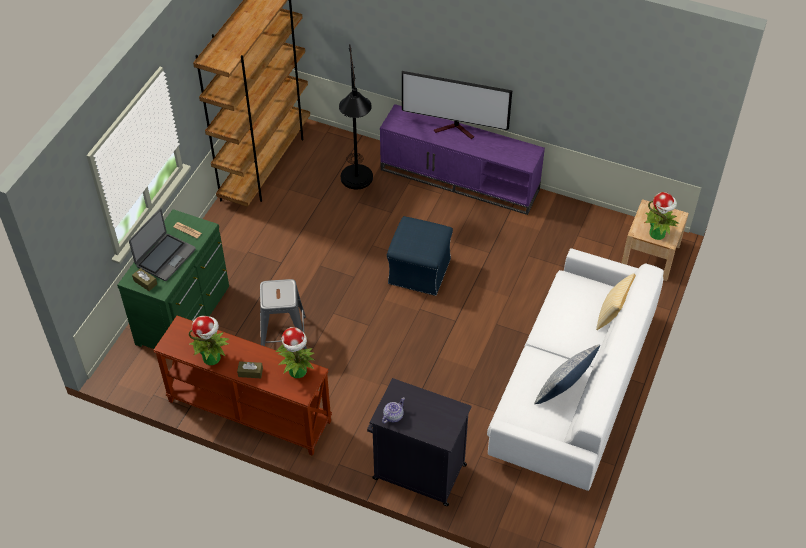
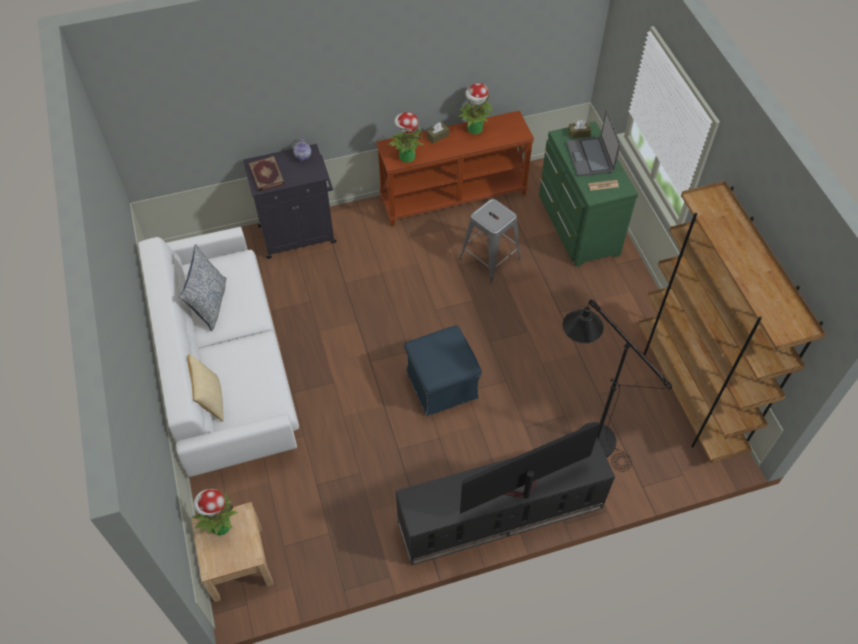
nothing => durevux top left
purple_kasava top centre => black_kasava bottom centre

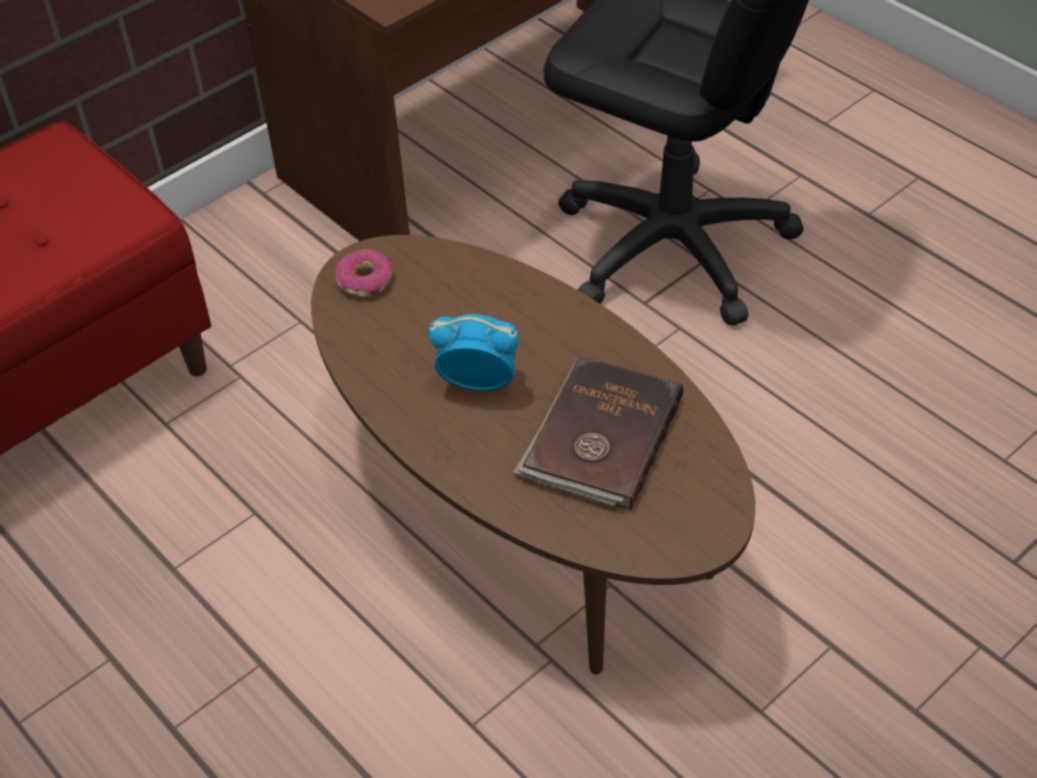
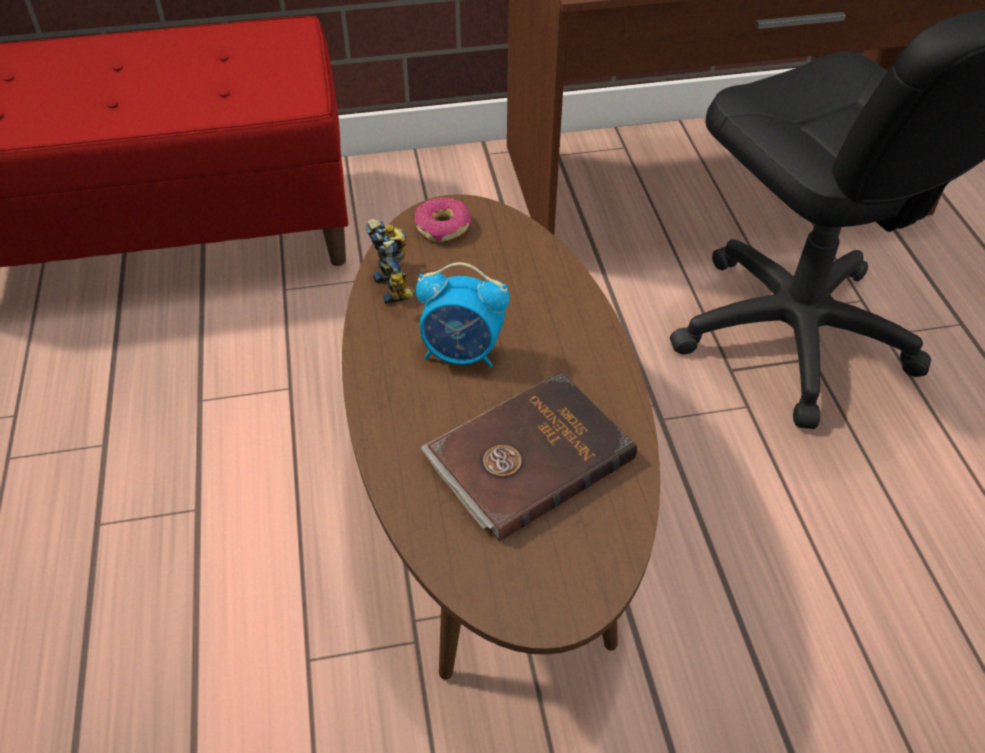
nothing => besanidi centre
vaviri centre, 150 degrees clockwise

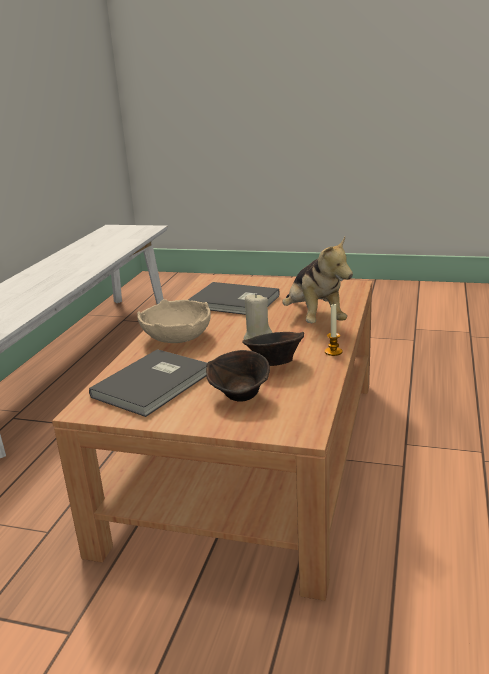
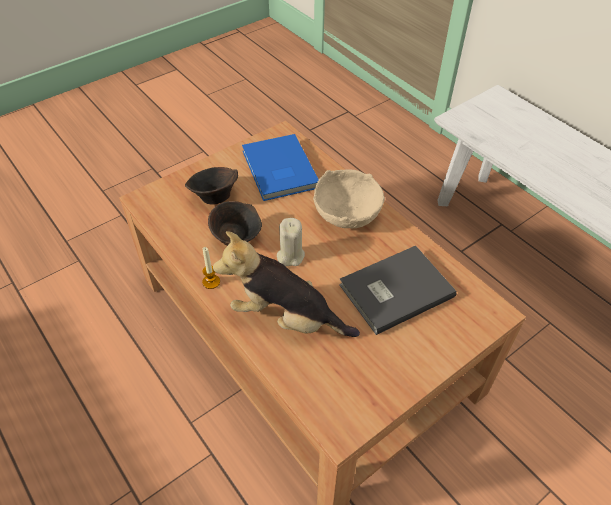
grey_durevux (1st from left) middle left => blue_durevux top centre

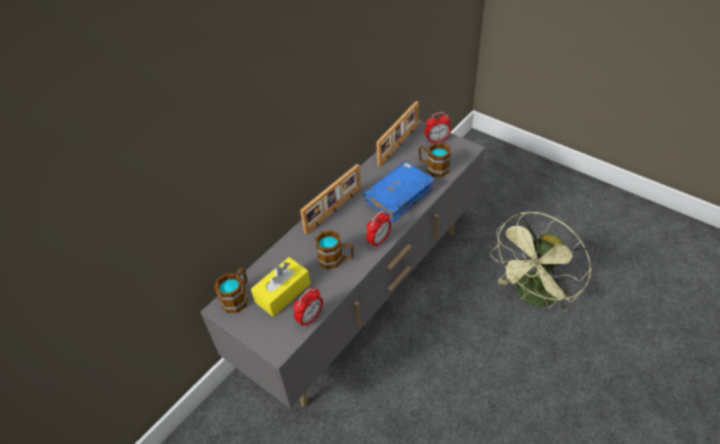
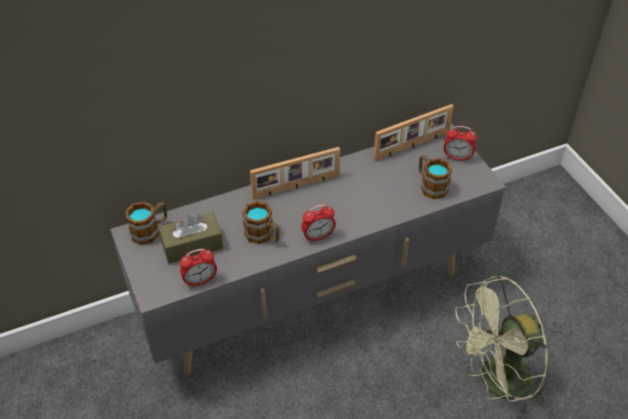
blue_durevux centre => nothing
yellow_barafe centre => brown_barafe middle left

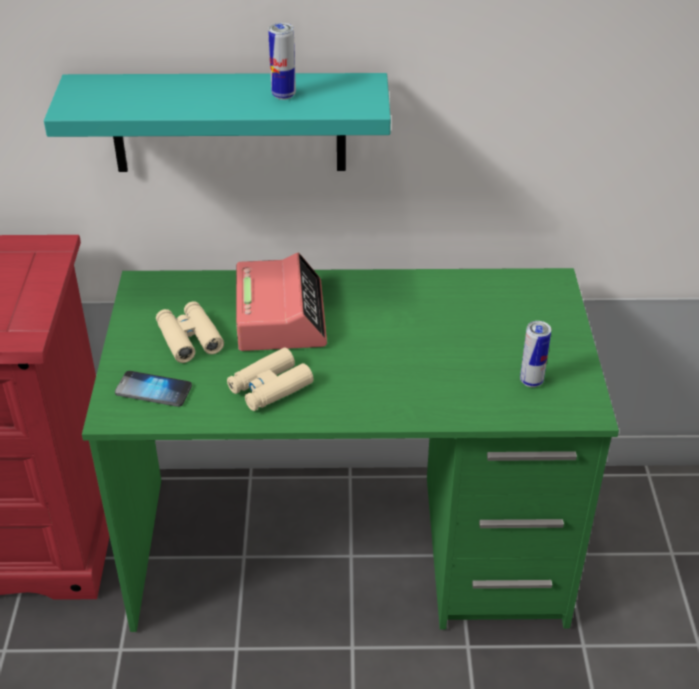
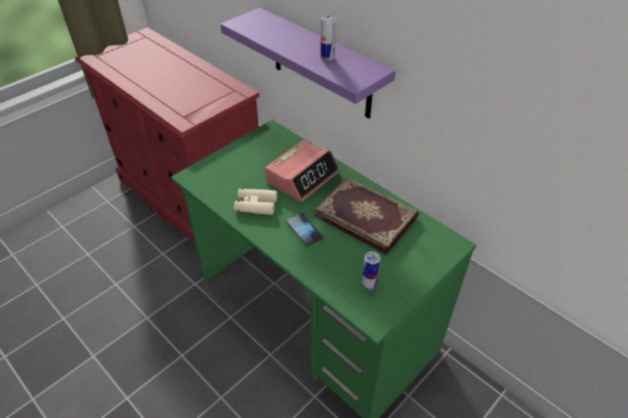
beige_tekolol (1st from left) middle left => nothing
nothing => durevux centre
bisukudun middle left => bisukudun centre, moved
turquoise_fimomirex top left => purple_fimomirex top centre

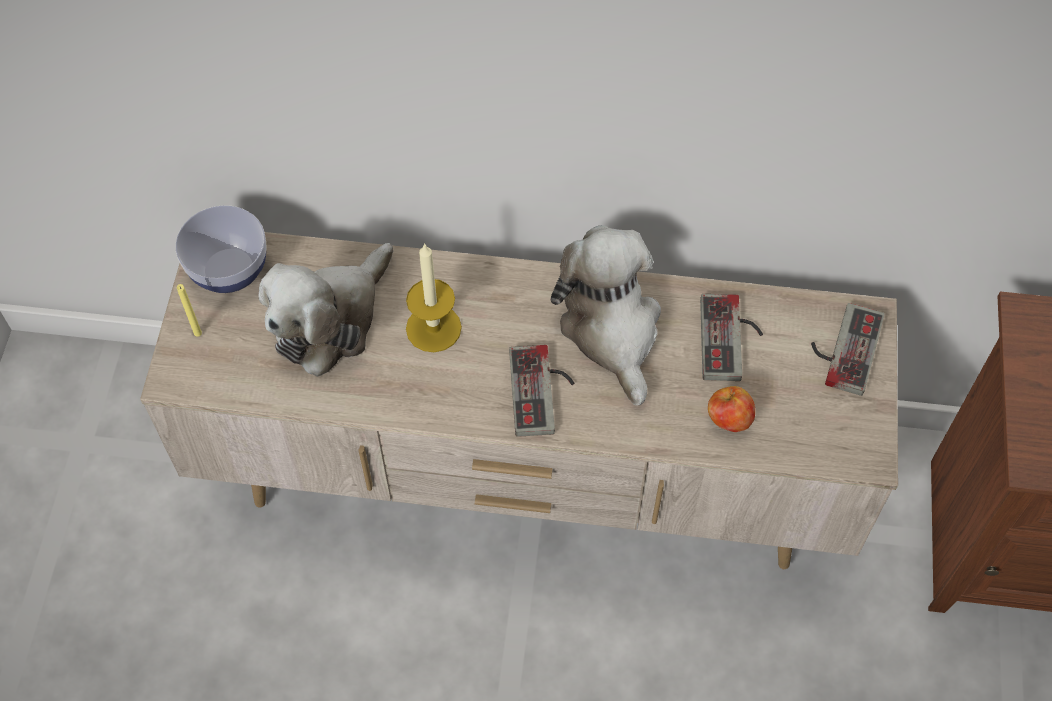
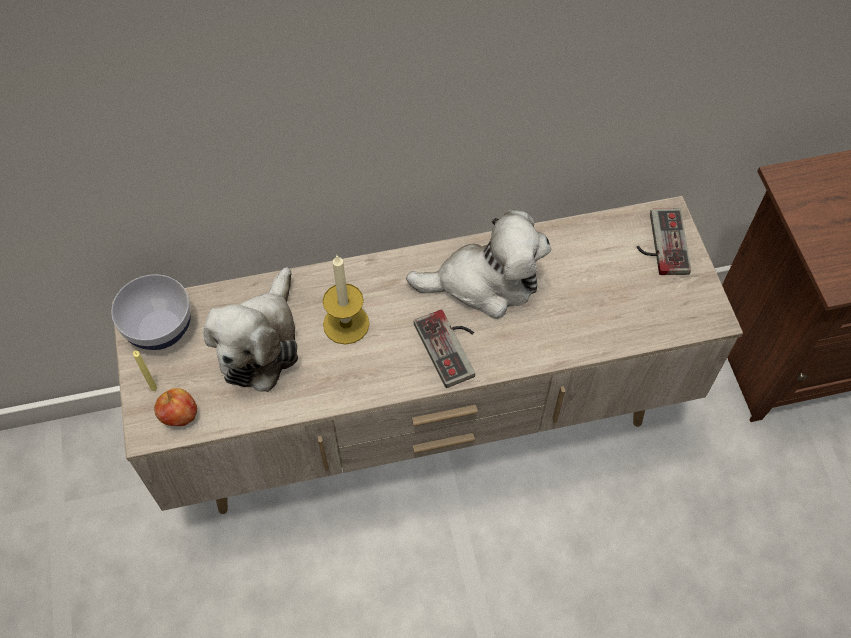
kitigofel (2nd from left) middle right => nothing
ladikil middle right => ladikil middle left, moved
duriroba (2nd from left) centre, 120 degrees clockwise

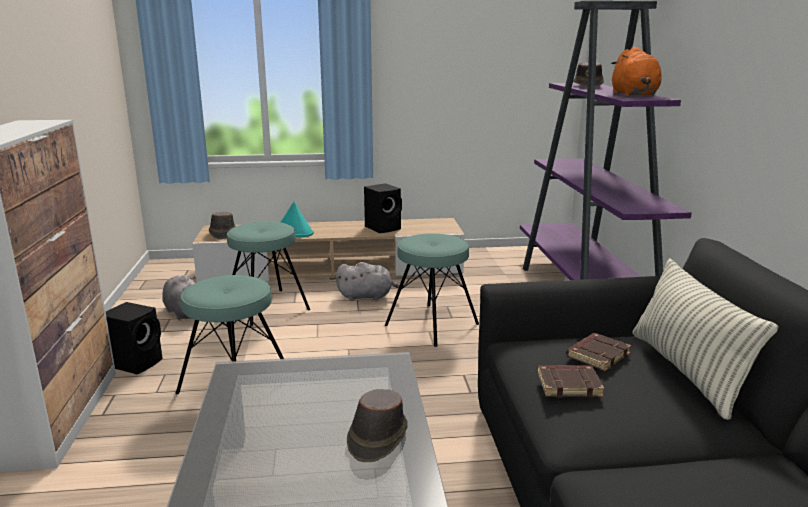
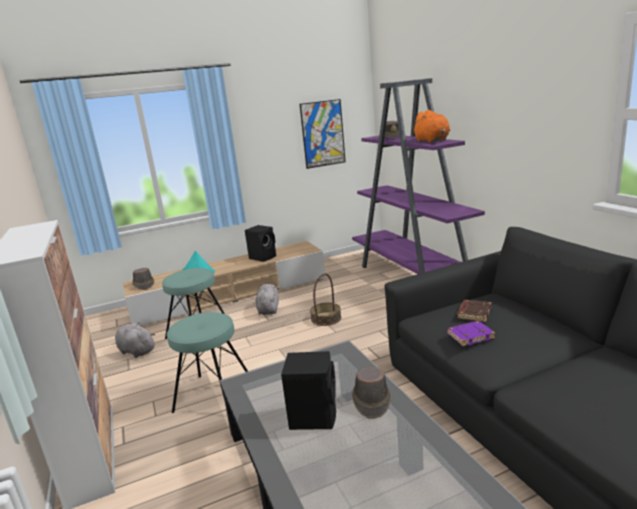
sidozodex bottom right => nothing
nothing => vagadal top centre
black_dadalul (1st from left in the first image) bottom left => black_dadalul (2nd from left) bottom centre, moved
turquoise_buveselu (3rd from left) centre => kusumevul centre
brown_durevux (1st from left) bottom right => purple_durevux middle right
grey_duriroba (2nd from left) centre, 75 degrees counterclockwise

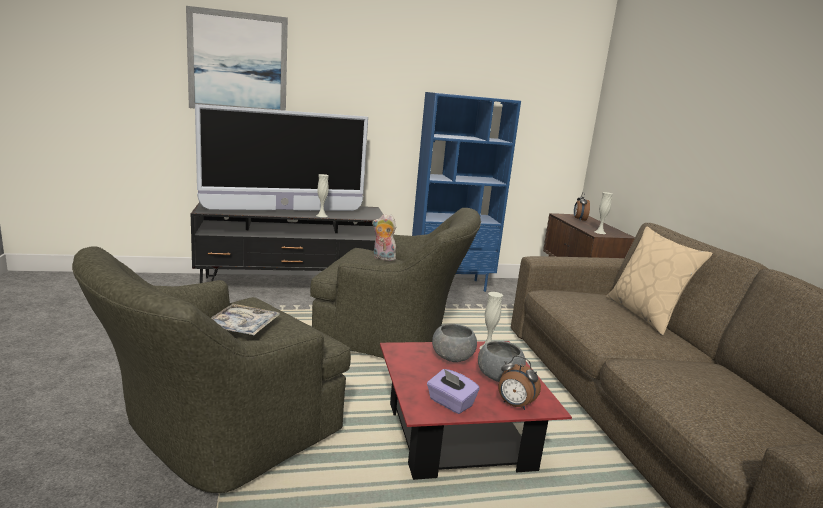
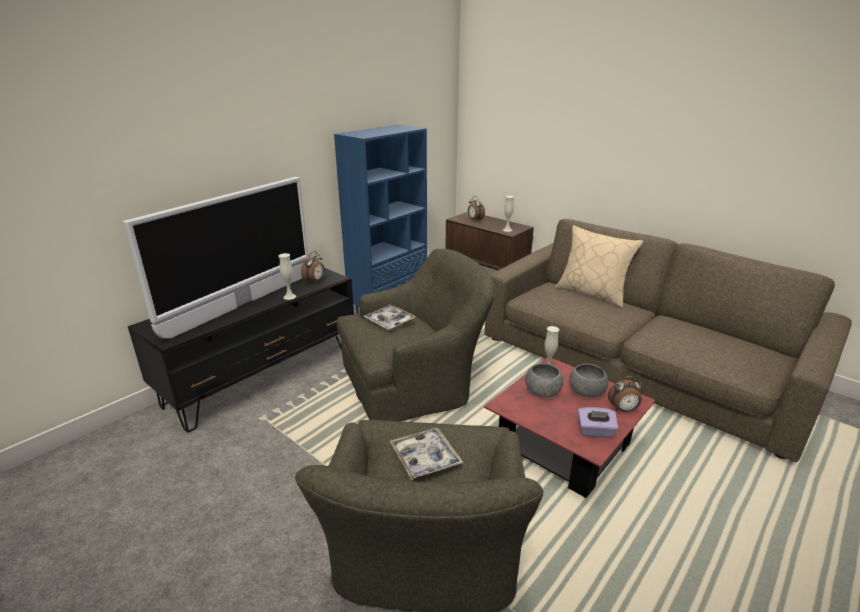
vagadal top left => nothing
nothing => vaviri (1st from left) centre
duriroba centre => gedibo (1st from left) centre

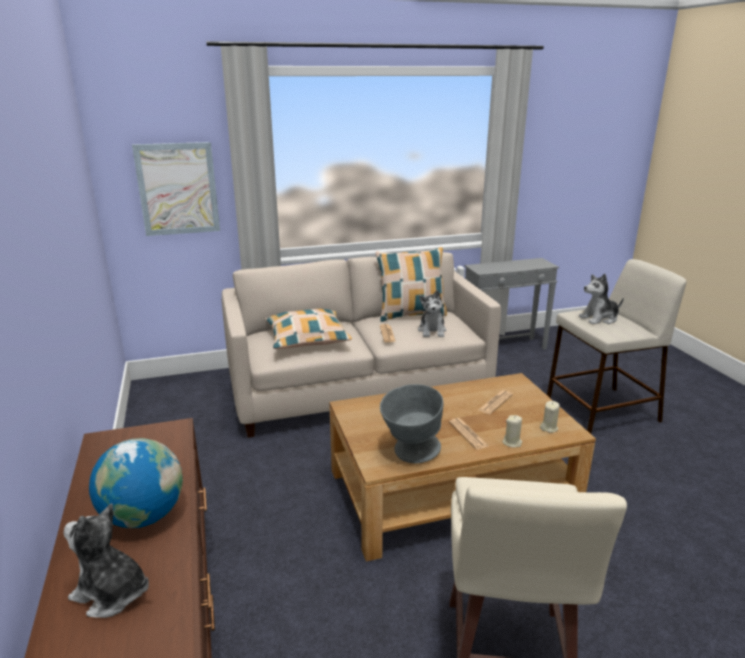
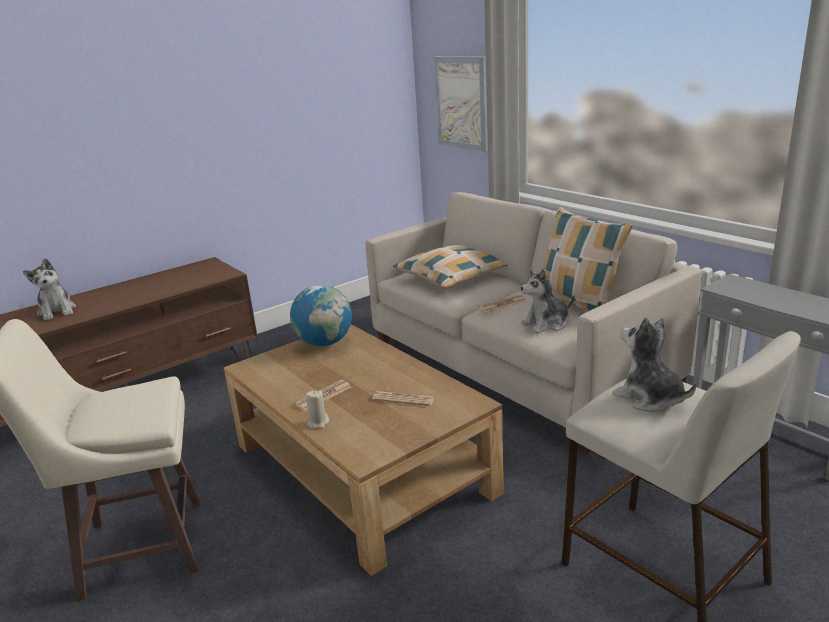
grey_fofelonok centre => nothing
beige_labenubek (2nd from left) middle right => nothing
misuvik bottom left => misuvik centre, moved
duriroba (1st from left) bottom left => duriroba (1st from left) middle left, 150 degrees clockwise

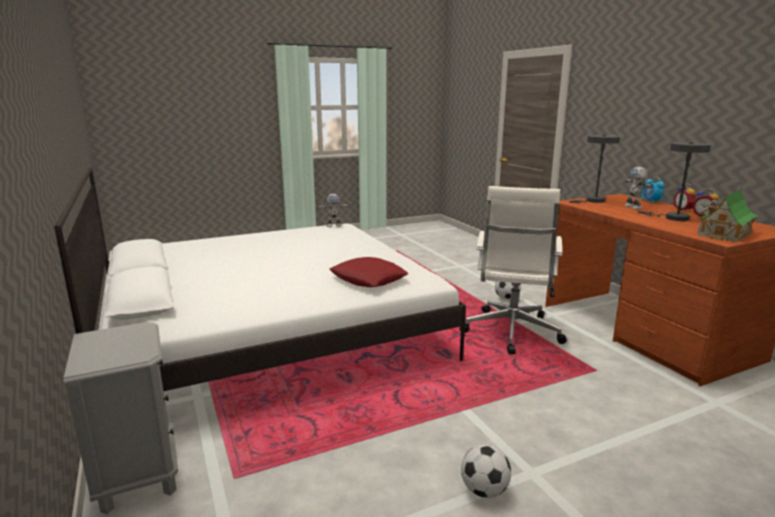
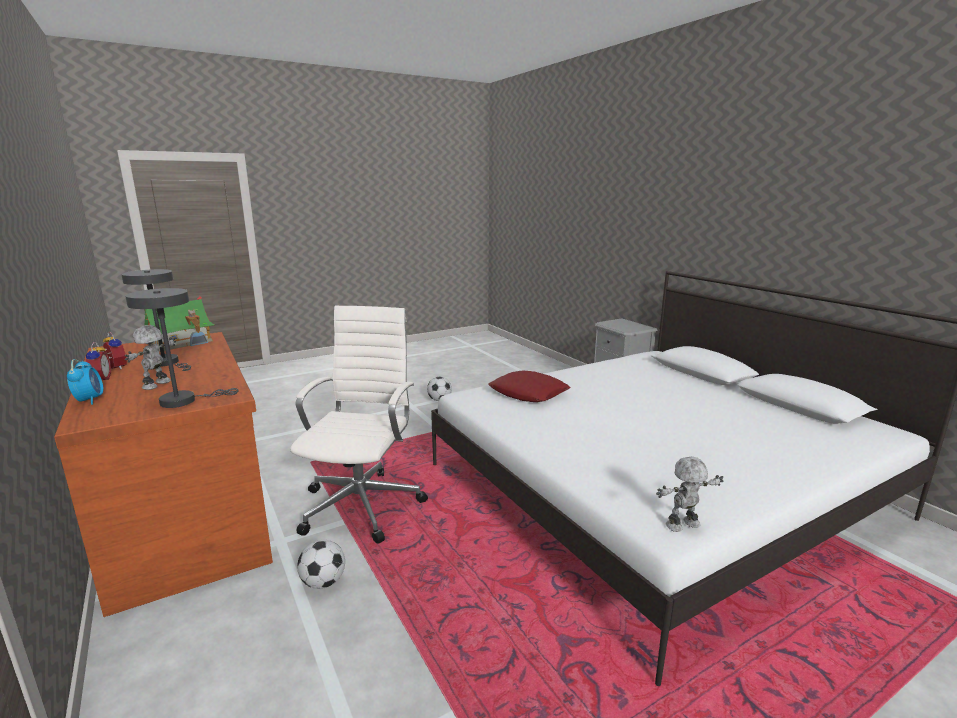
besanidi (2nd from left in the first image) middle right => besanidi (1st from left) middle left, 150 degrees counterclockwise

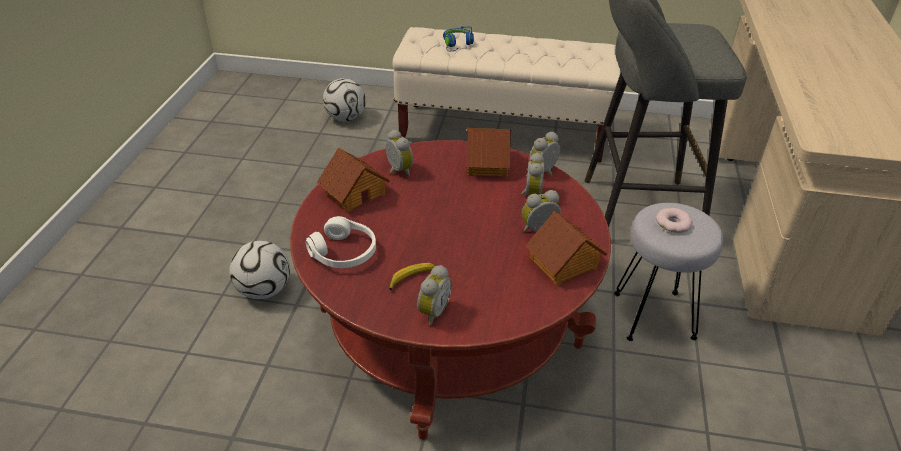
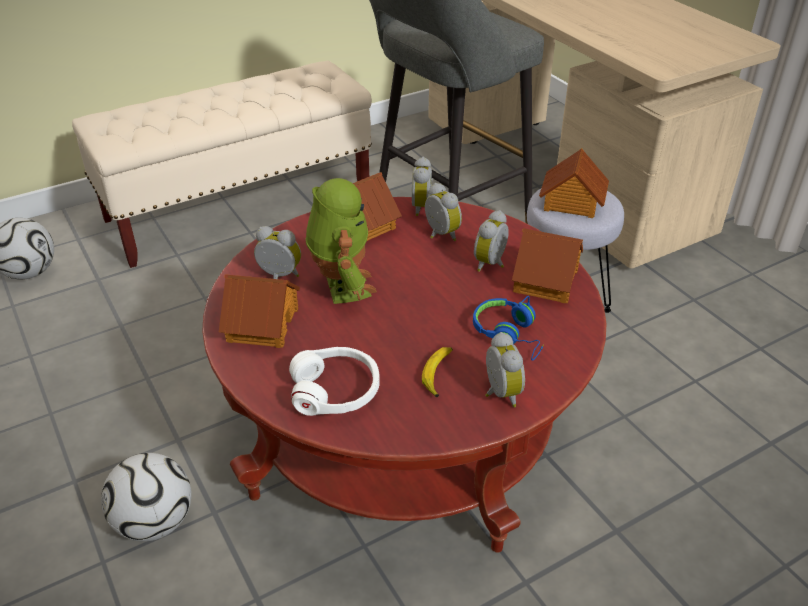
nothing => besanidi centre
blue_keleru top centre => blue_keleru centre, moved
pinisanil middle right => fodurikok (4th from left) top right

